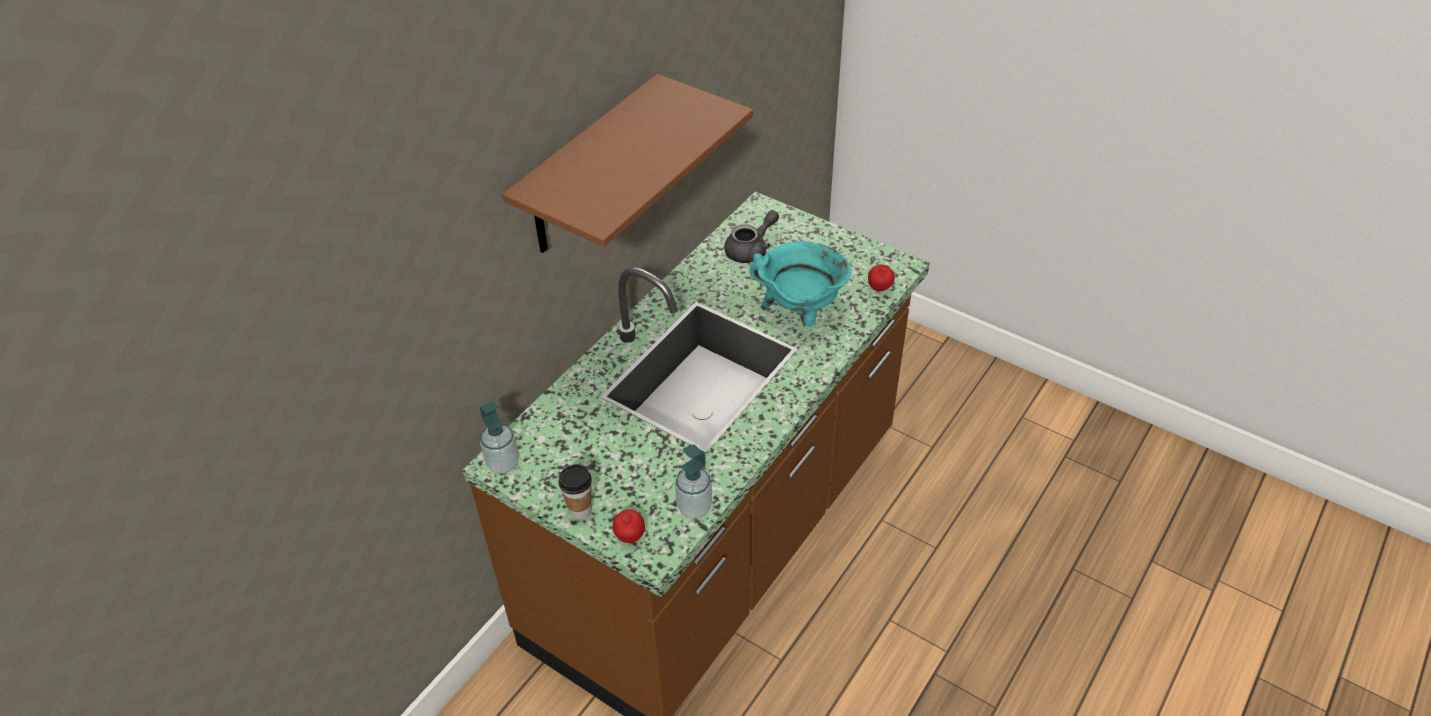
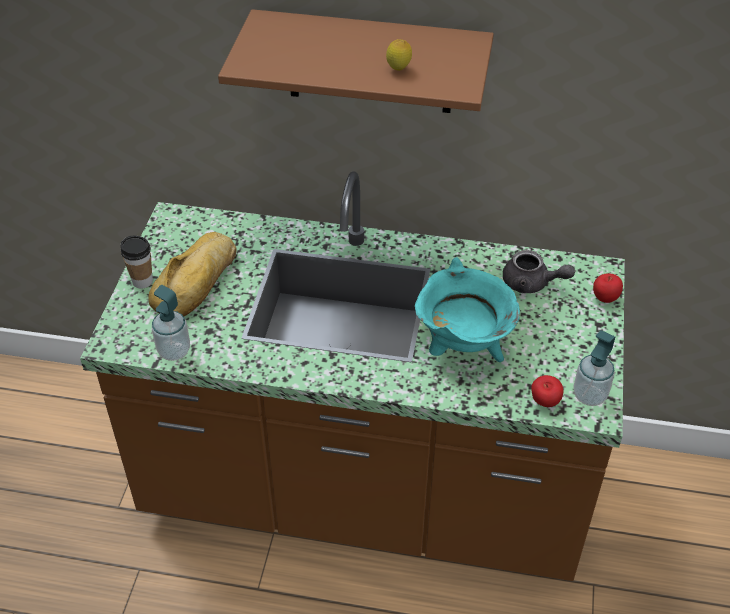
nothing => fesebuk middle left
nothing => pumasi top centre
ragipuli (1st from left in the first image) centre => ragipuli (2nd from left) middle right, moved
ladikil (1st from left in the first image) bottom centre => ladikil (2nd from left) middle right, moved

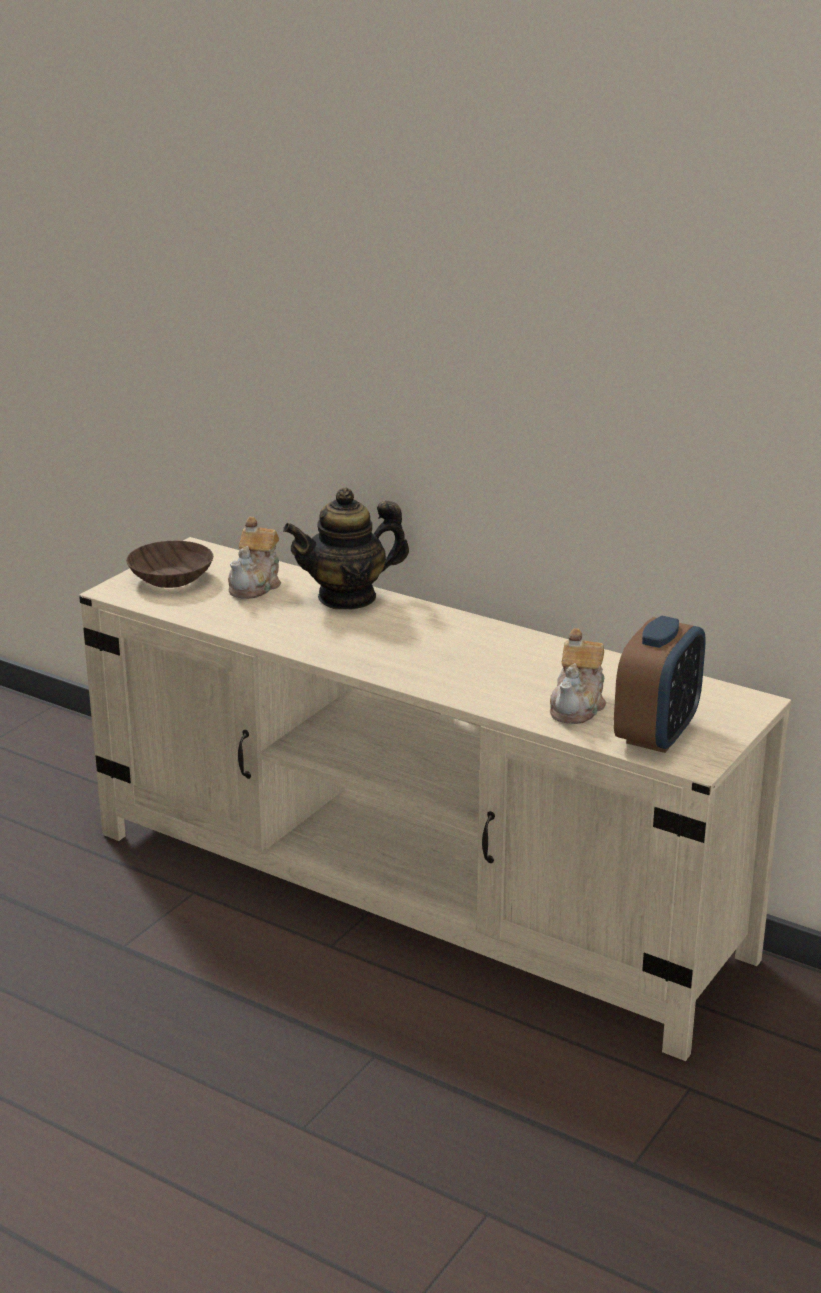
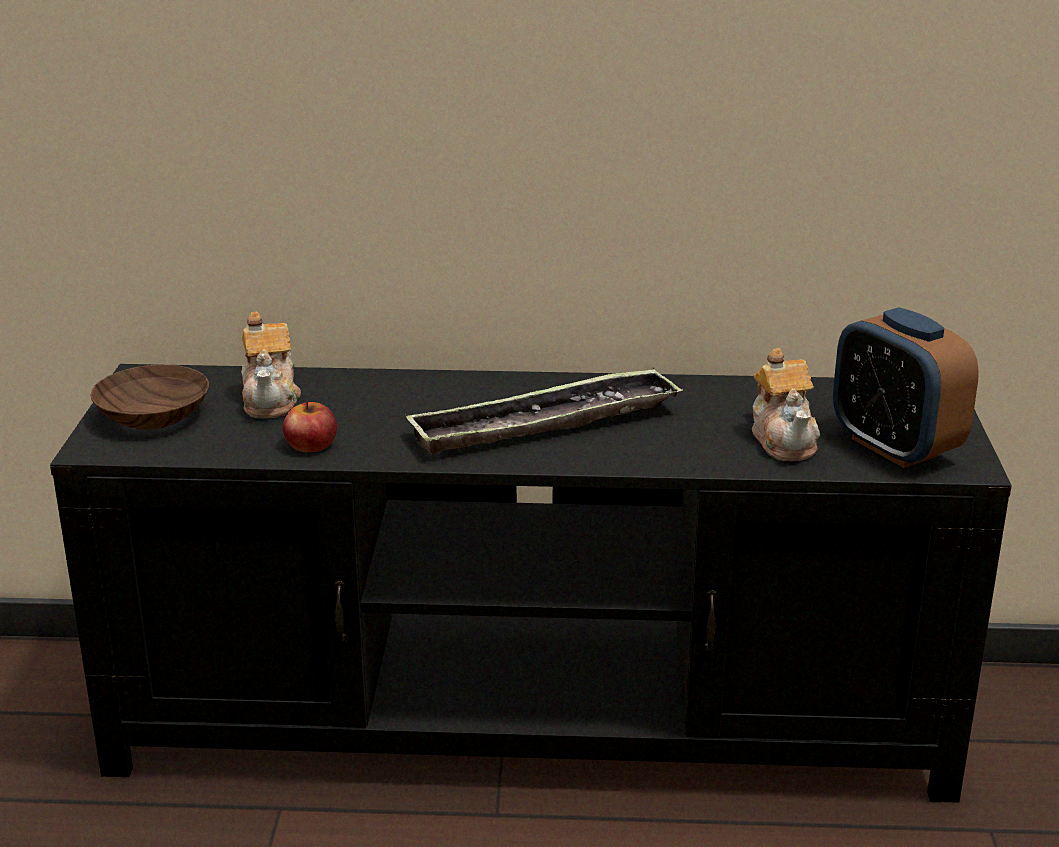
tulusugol (2nd from left) centre => nothing
nothing => ladikil middle left
nothing => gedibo centre
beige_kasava centre => black_kasava bottom centre
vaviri middle right, 150 degrees clockwise

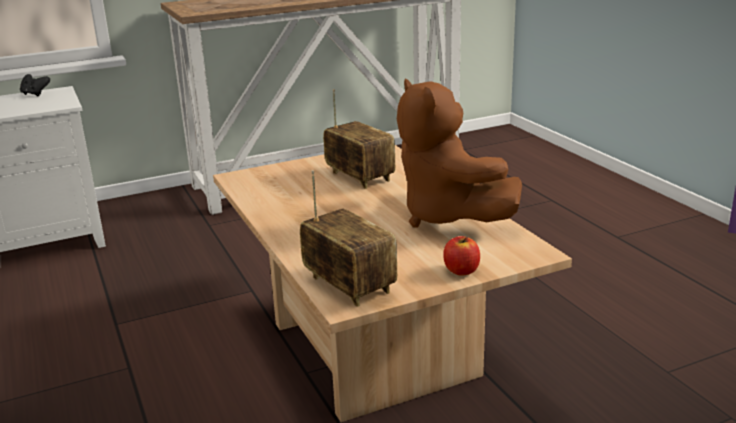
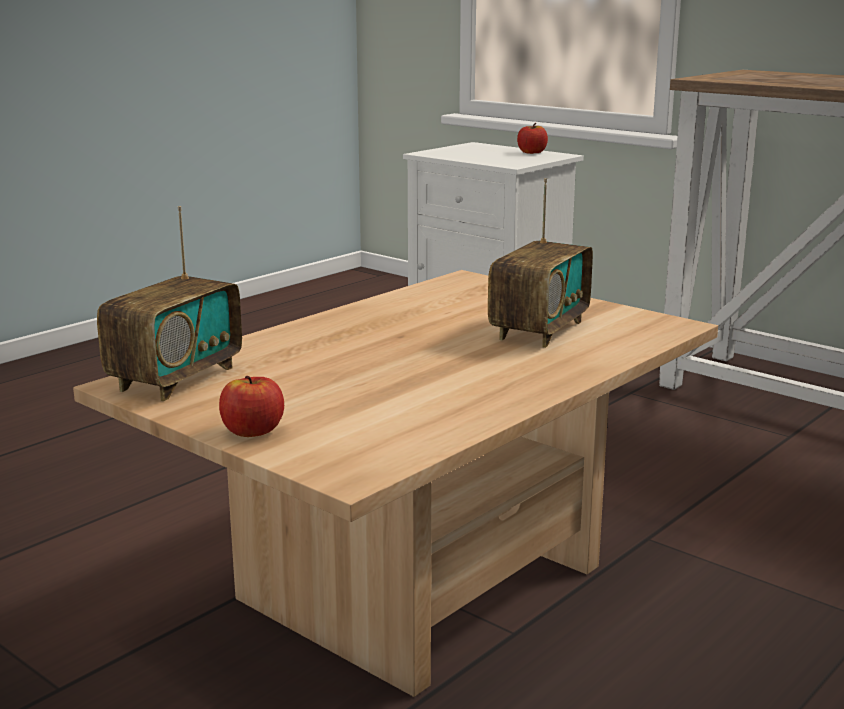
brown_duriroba centre => nothing
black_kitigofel top left => ladikil (2nd from left) top centre

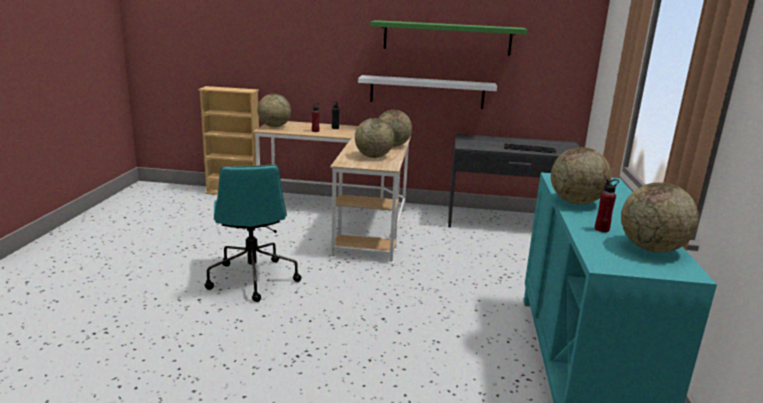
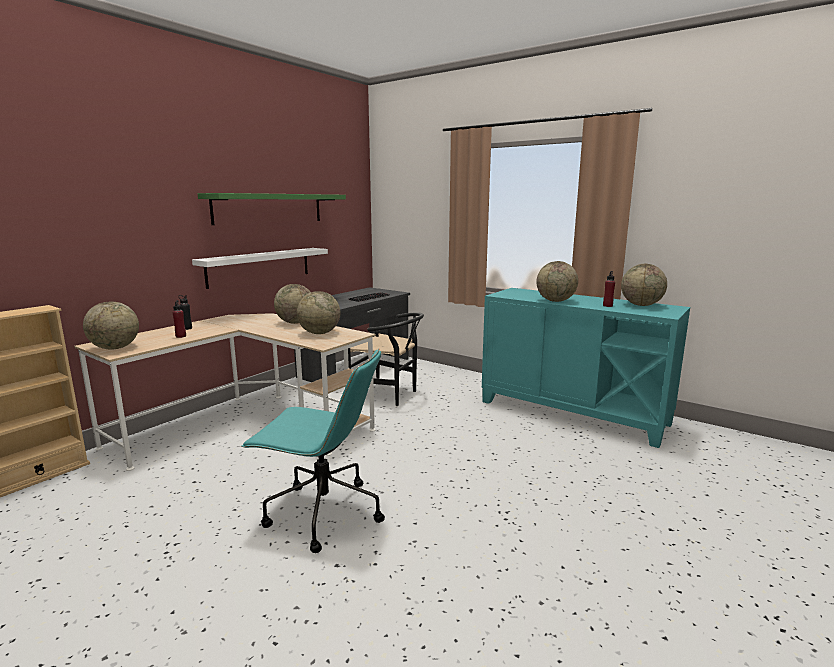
nothing => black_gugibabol centre

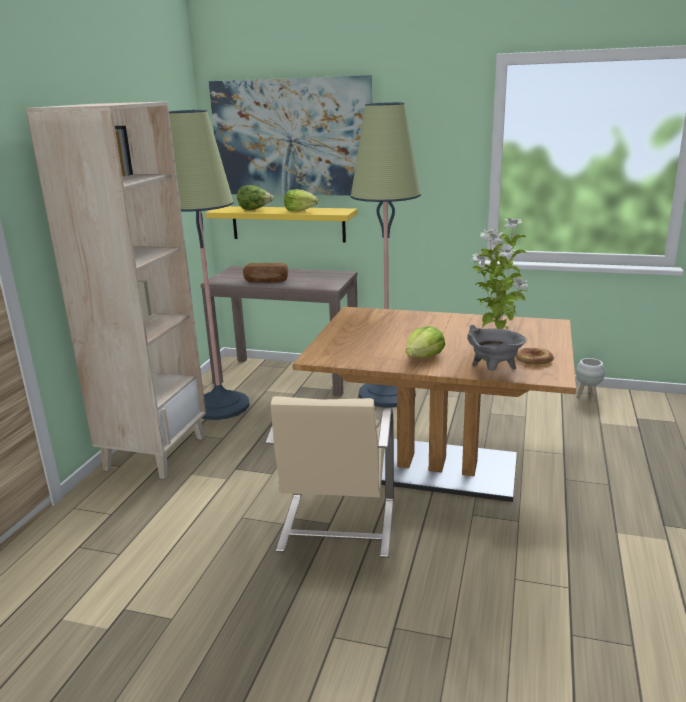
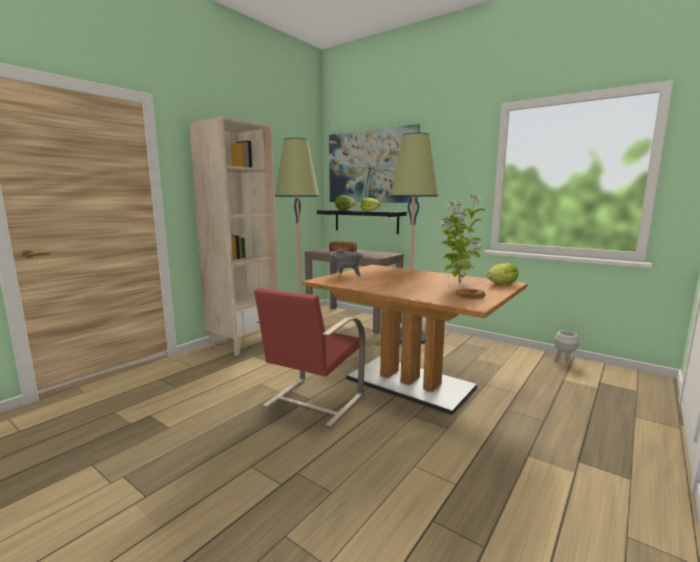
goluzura (3rd from left) centre => goluzura (3rd from left) middle right, moved
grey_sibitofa middle right => grey_sibitofa centre, moved
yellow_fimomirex top centre => black_fimomirex centre
beige_gugibabol bottom centre => red_gugibabol centre

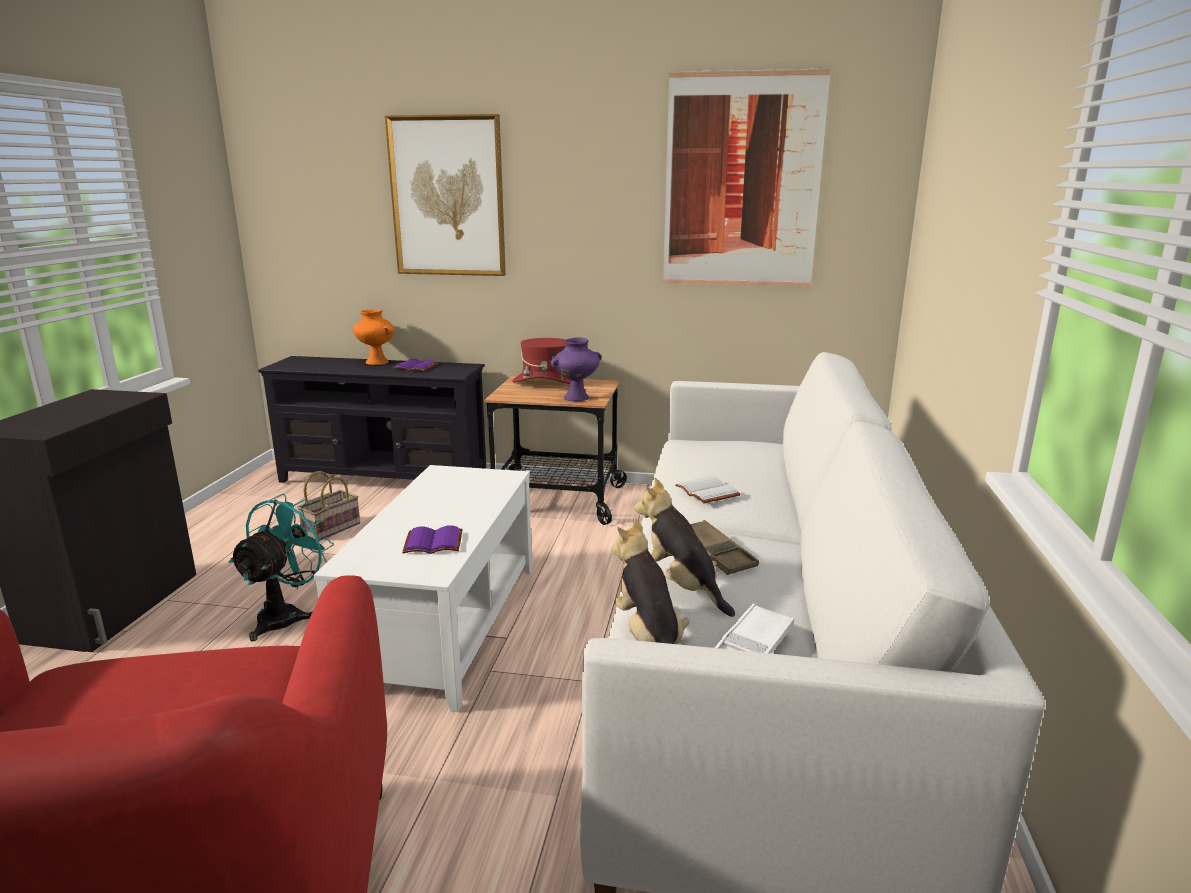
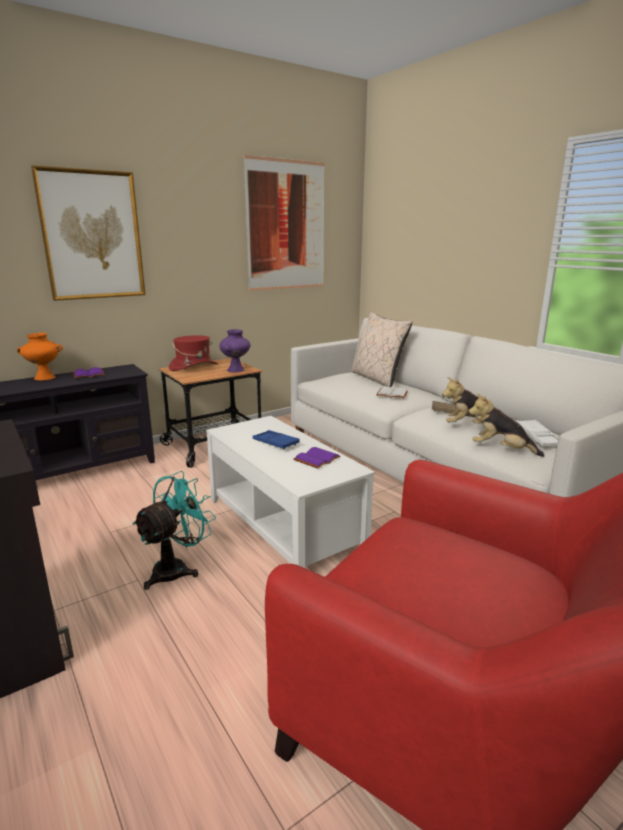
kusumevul middle left => nothing
nothing => blue_gedibo centre
nothing => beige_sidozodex centre
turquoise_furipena middle left, 60 degrees clockwise

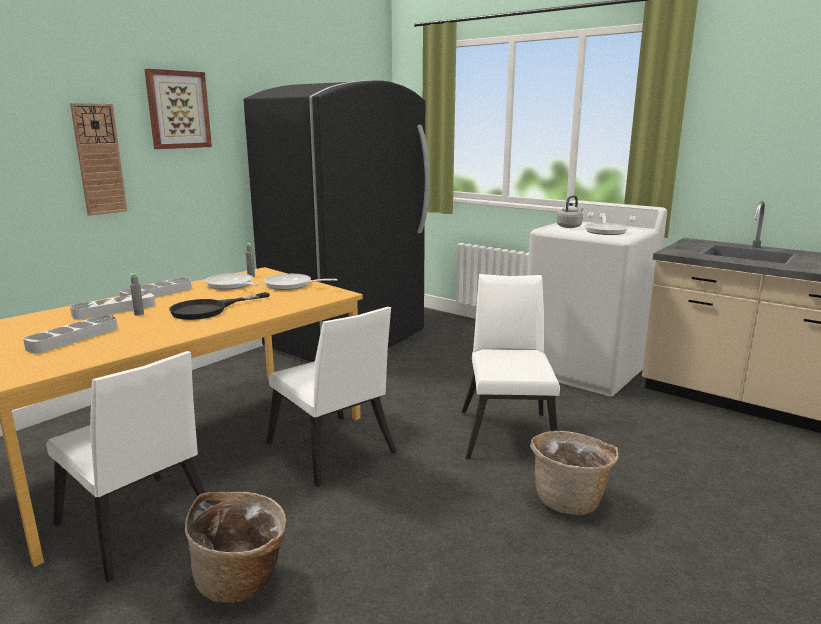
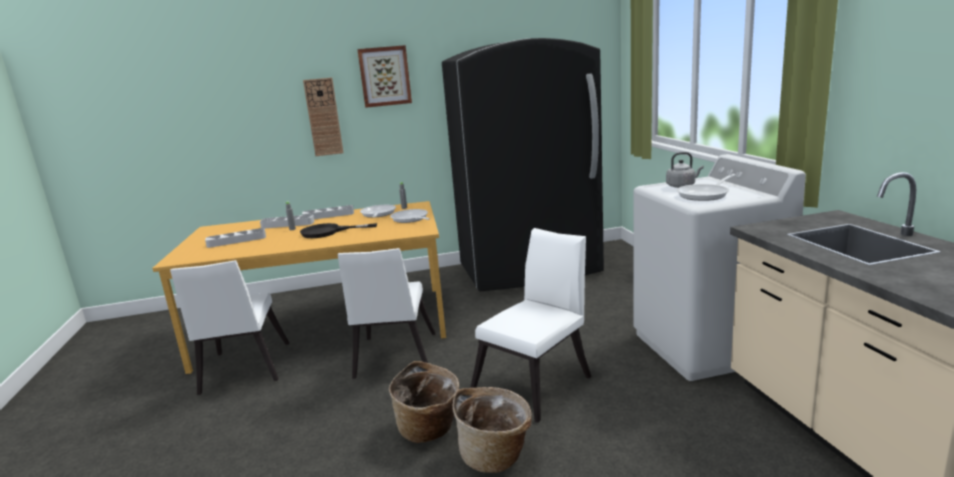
kusumevul (1st from left) bottom left => kusumevul (1st from left) bottom centre, moved

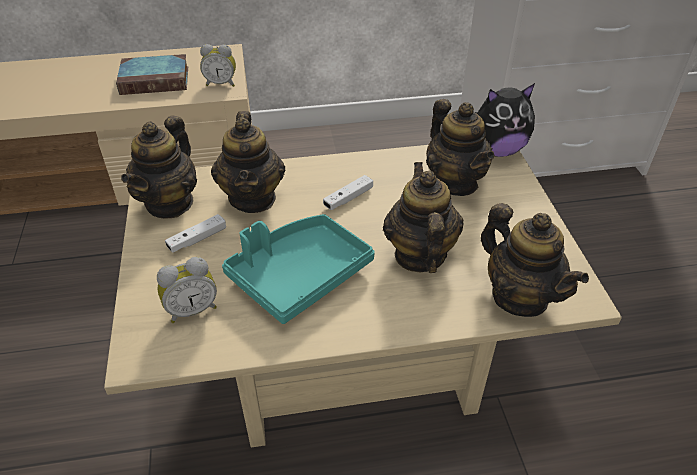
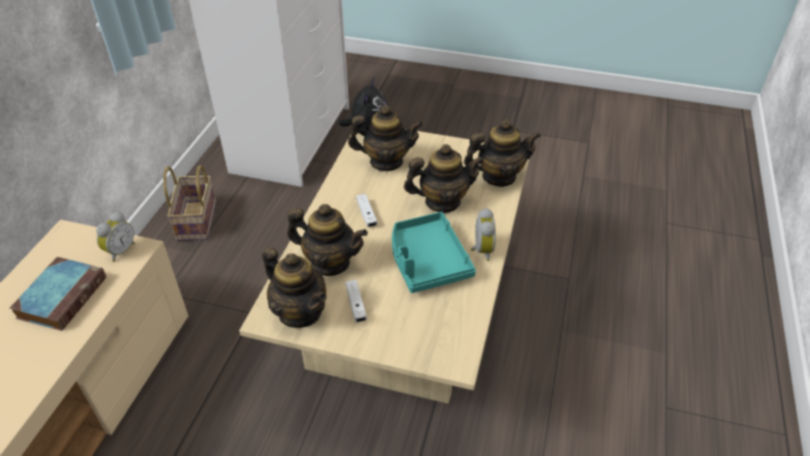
nothing => kusumevul middle left
vaviri (1st from left in the first image) middle left => vaviri (2nd from left) centre, moved
tulusugol (3rd from left in the first image) centre => tulusugol (4th from left) centre, 150 degrees clockwise

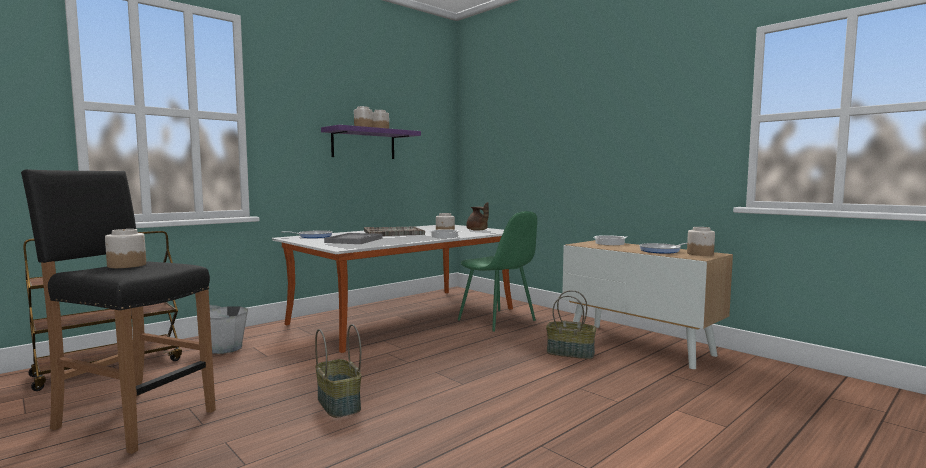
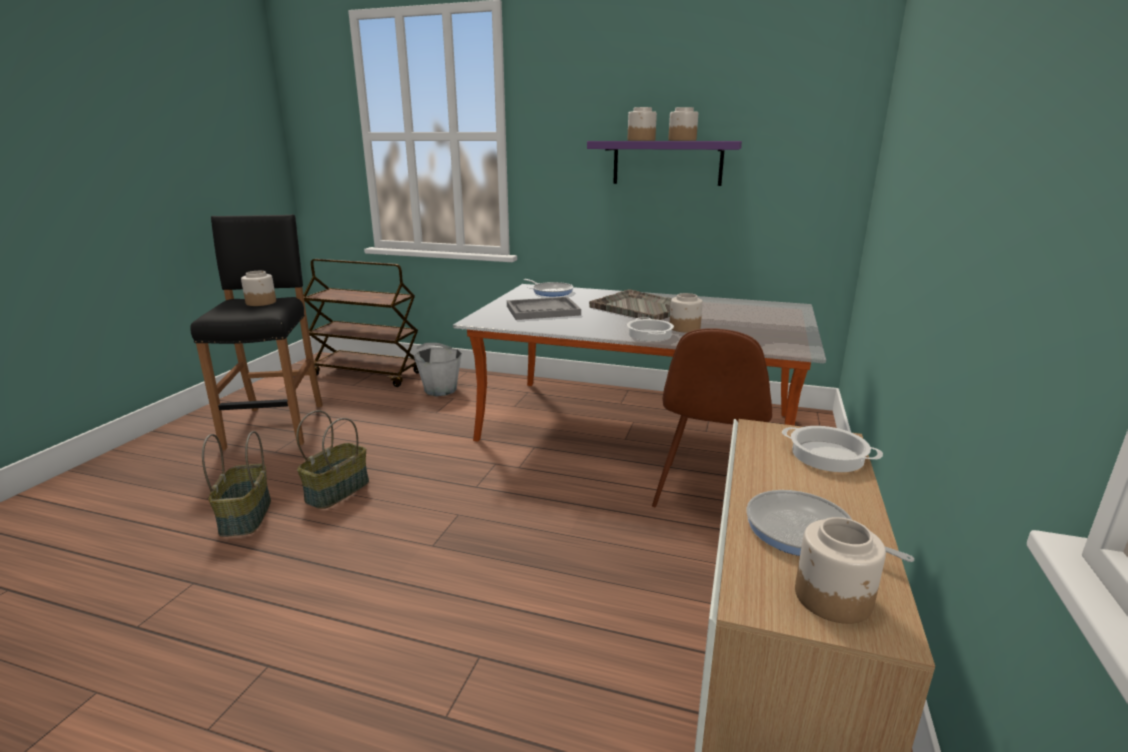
brown_tulusugol centre => nothing
kusumevul (2nd from left in the first image) bottom centre => kusumevul (1st from left) middle left, moved
green_gugibabol centre => brown_gugibabol centre

